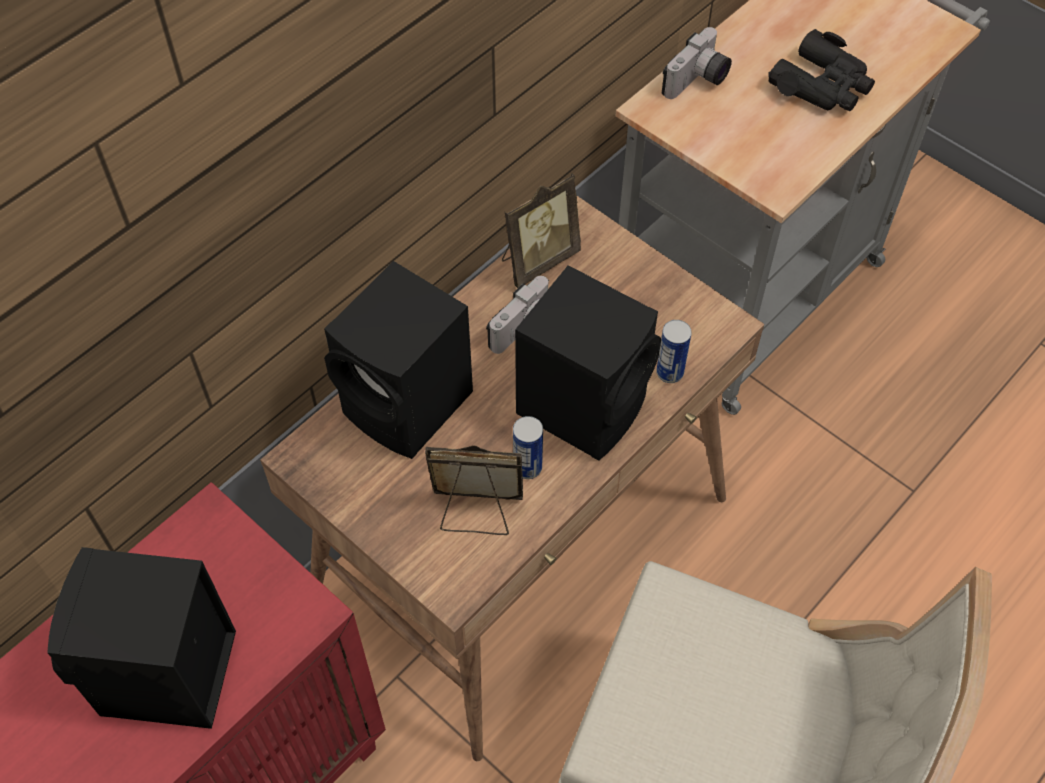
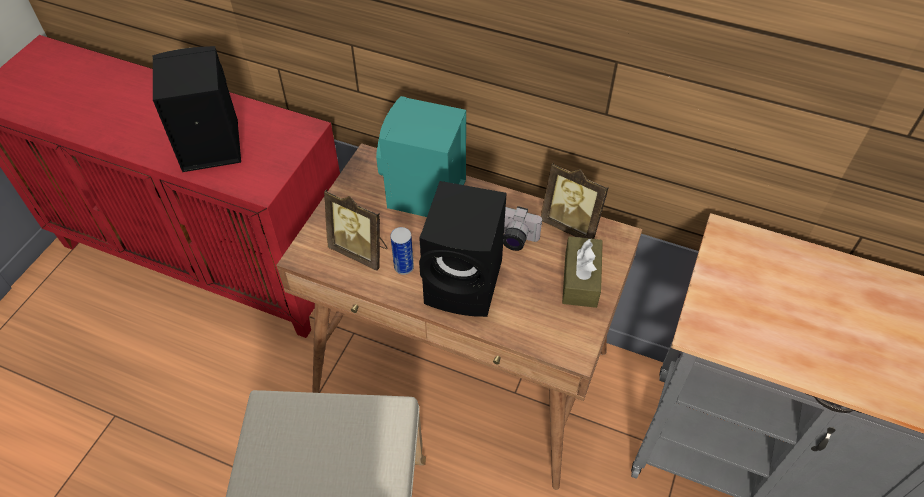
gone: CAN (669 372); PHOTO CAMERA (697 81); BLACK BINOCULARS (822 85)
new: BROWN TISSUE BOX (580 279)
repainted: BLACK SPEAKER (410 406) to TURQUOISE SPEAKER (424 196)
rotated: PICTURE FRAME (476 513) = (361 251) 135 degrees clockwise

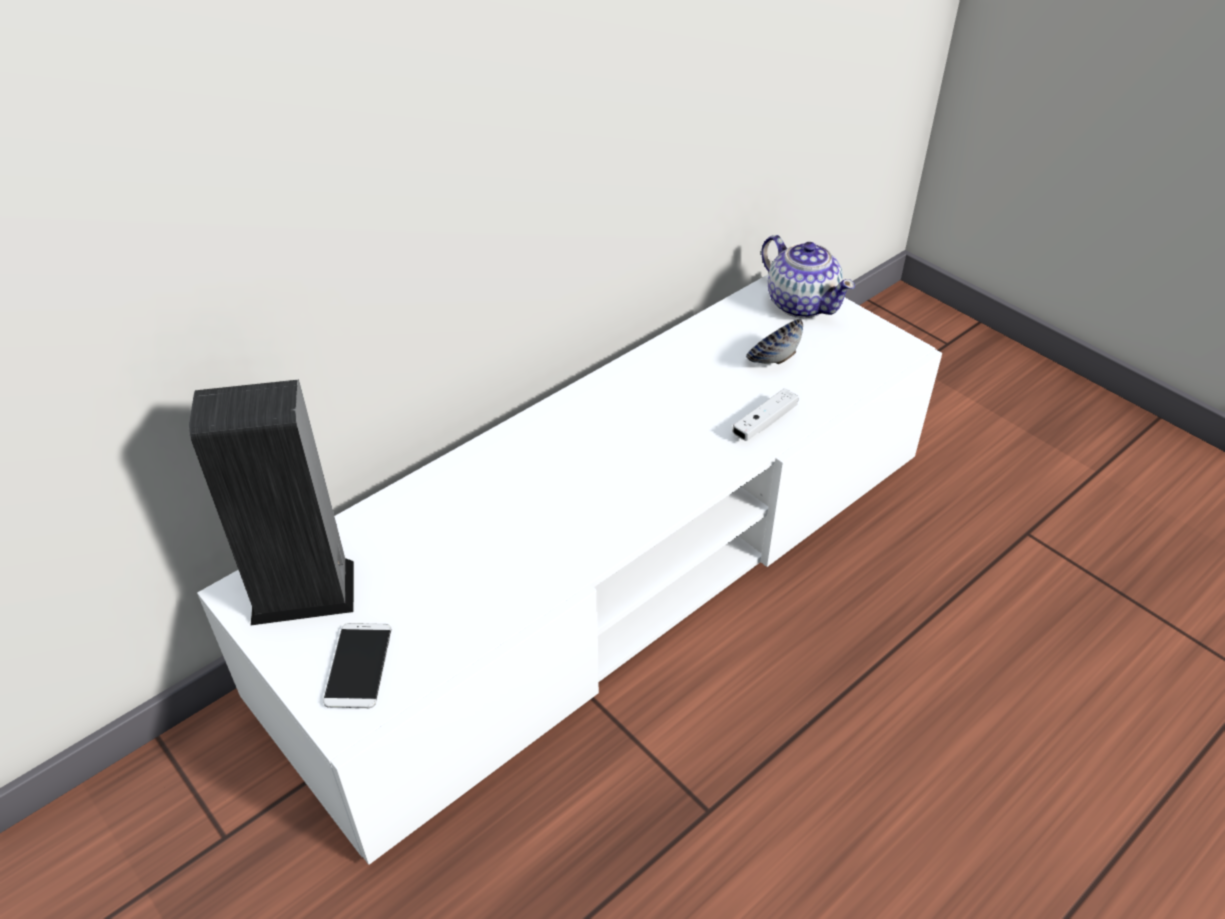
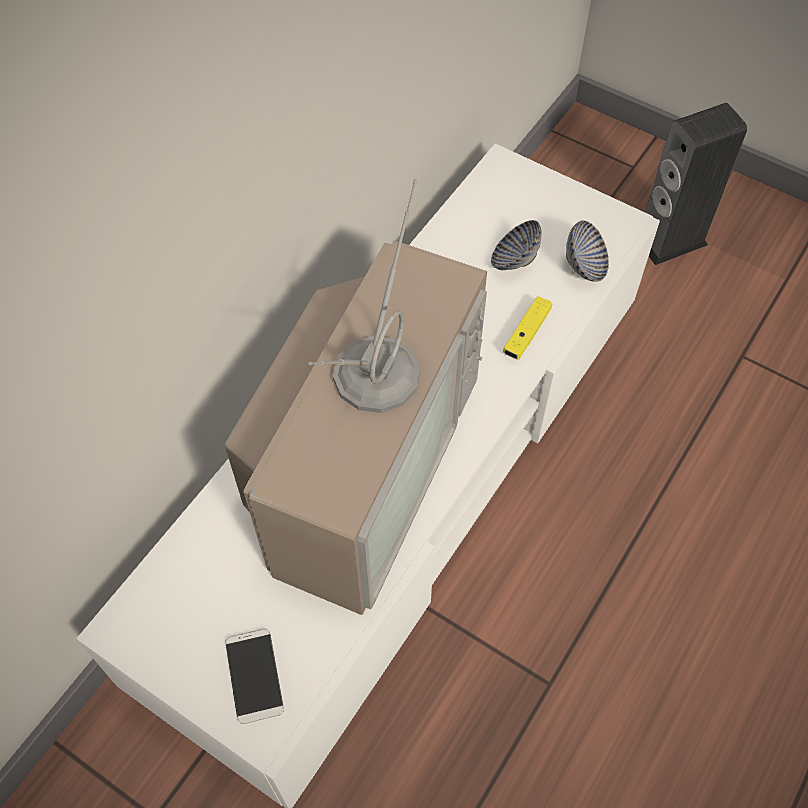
gone: TEAPOT (801 303)
new: TELEVISION (361 460); BOWL (584 266)
shifted: SPEAKER (303 592) to (670 240)
repainted: WHITE GAME CONTROLLER (764 423) to YELLOW GAME CONTROLLER (526 333)

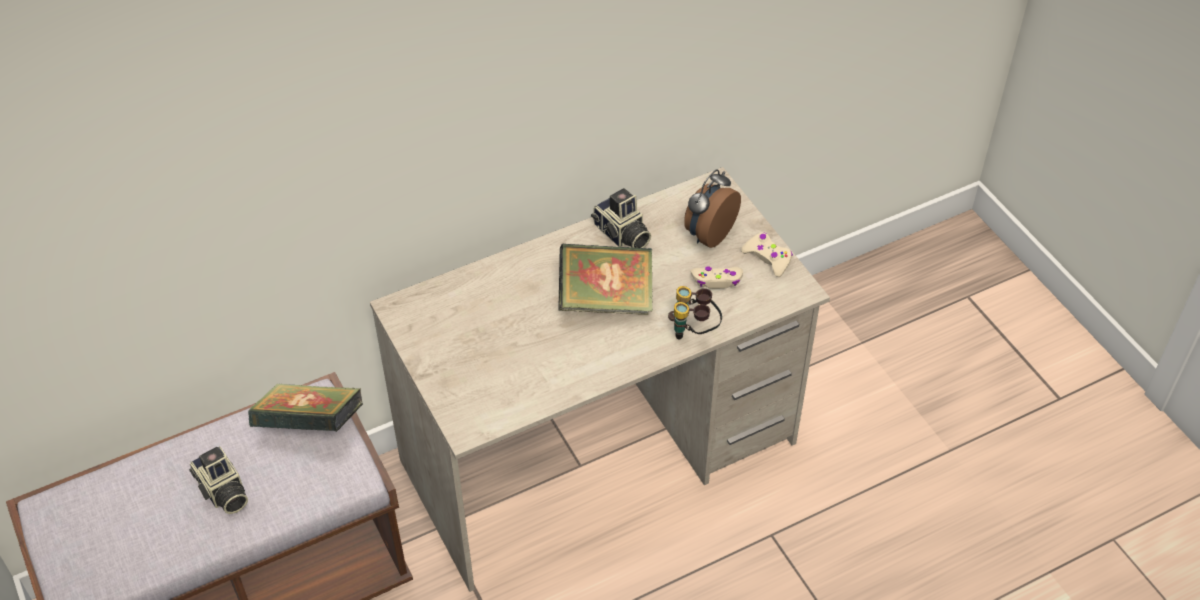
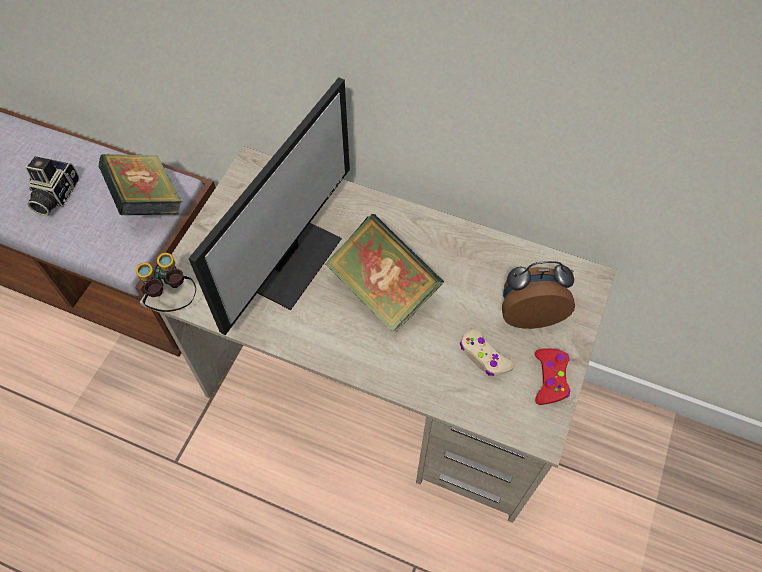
gone: PHOTO CAMERA (621 235)
new: MONITOR (291 259)
shifted: BINOCULARS (694 331) to (172 300)
repainted: BEIGE GAME CONTROLLER (767 258) to RED GAME CONTROLLER (550 379)

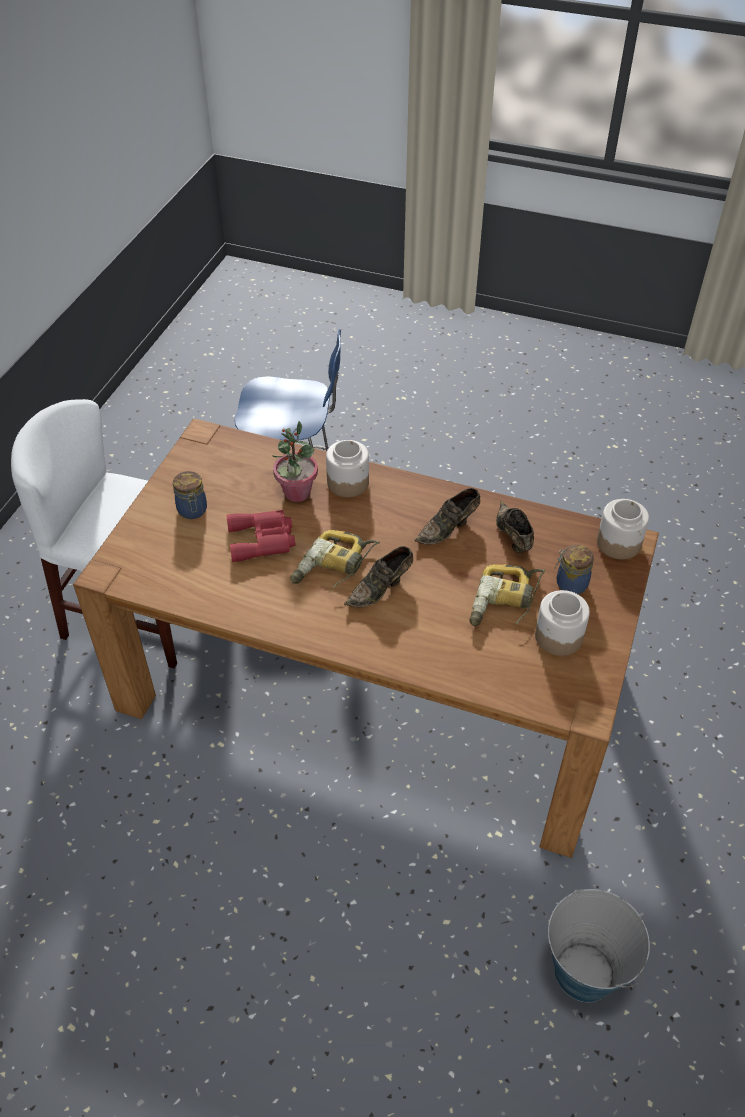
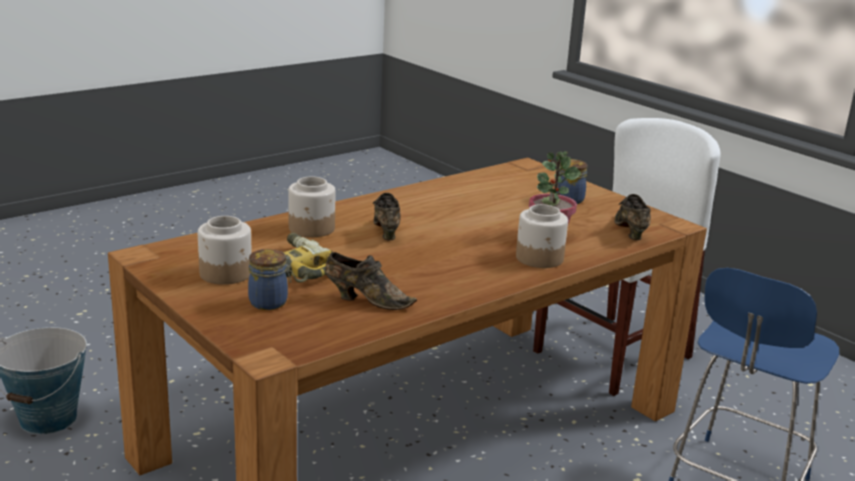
gone: RED BINOCULARS (263 540); POWER DRILL (334 567)
shifted: BROWN SHOE (449 529) to (630 231); JAR (618 543) to (312 229)

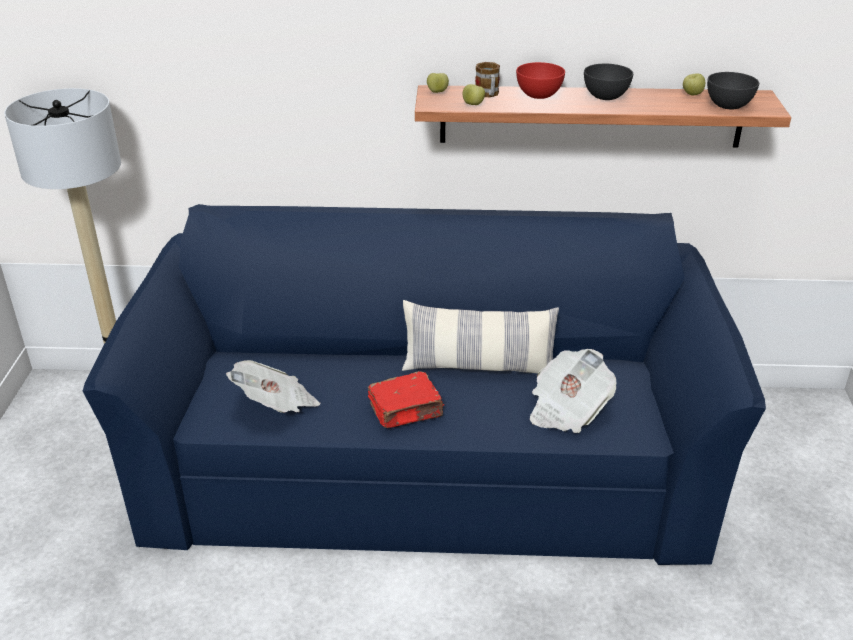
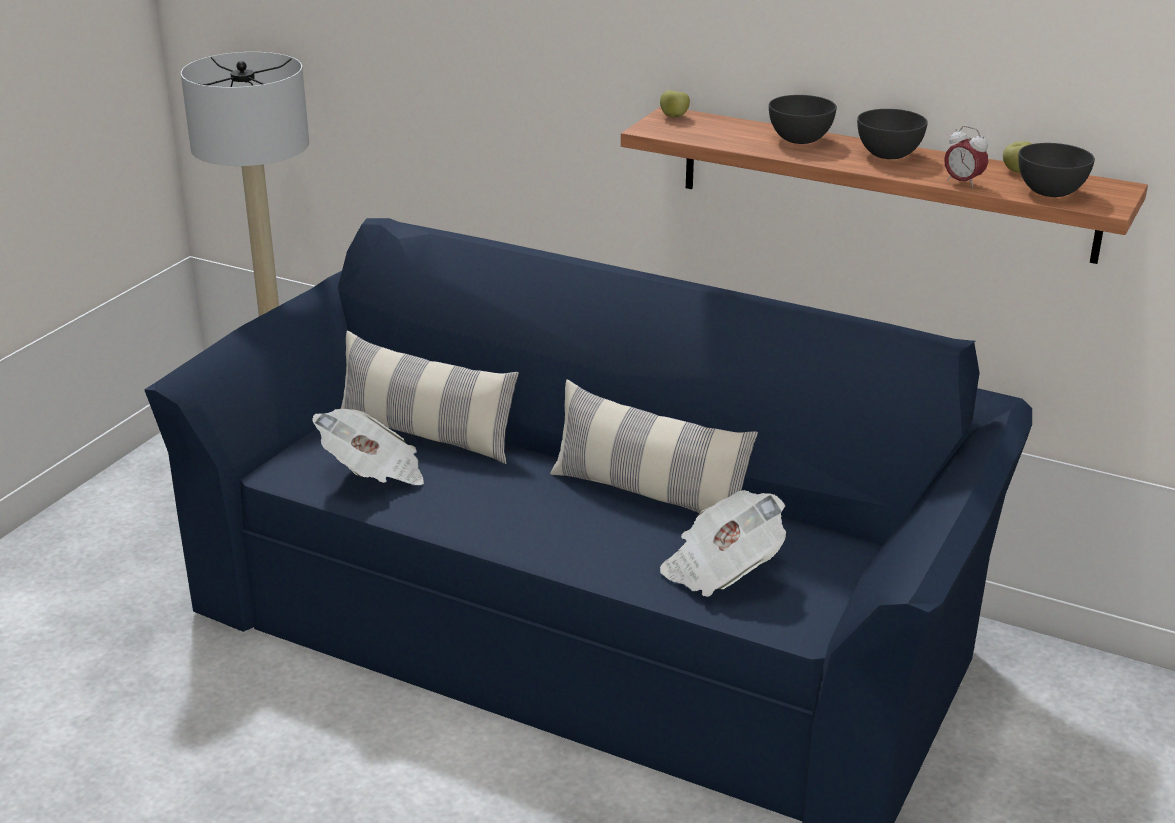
gone: RED BOOK (406 410); APPLE (473 104); MUG (488 94)
new: PILLOW (426 435); ALARM CLOCK (963 183)
repainted: RED BOWL (538 95) to GREY BOWL (799 140)

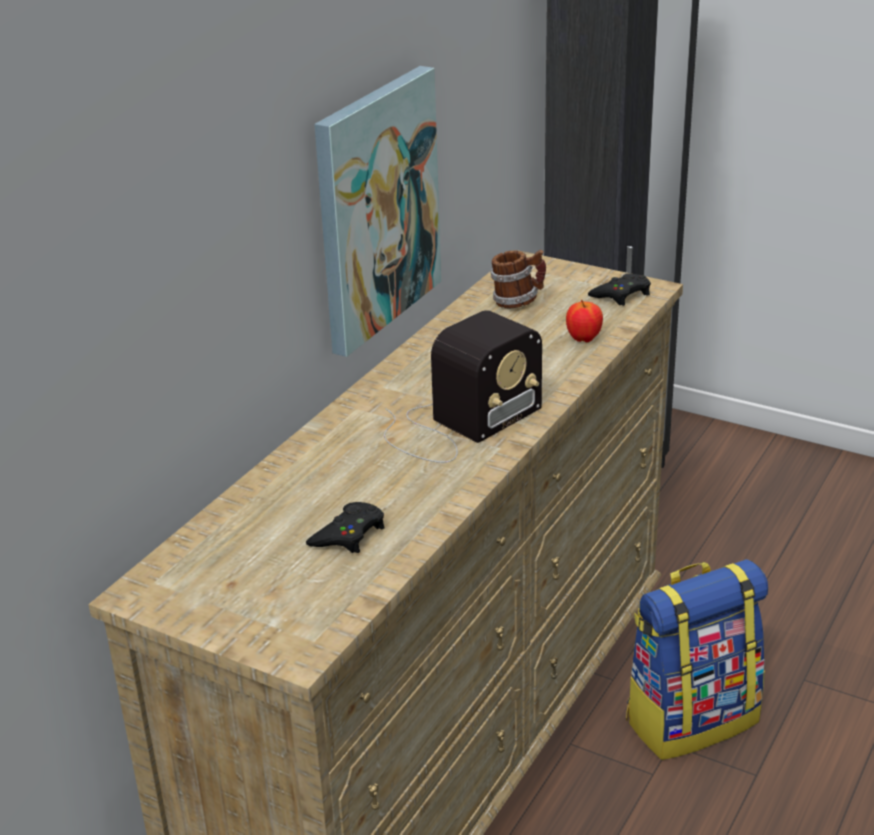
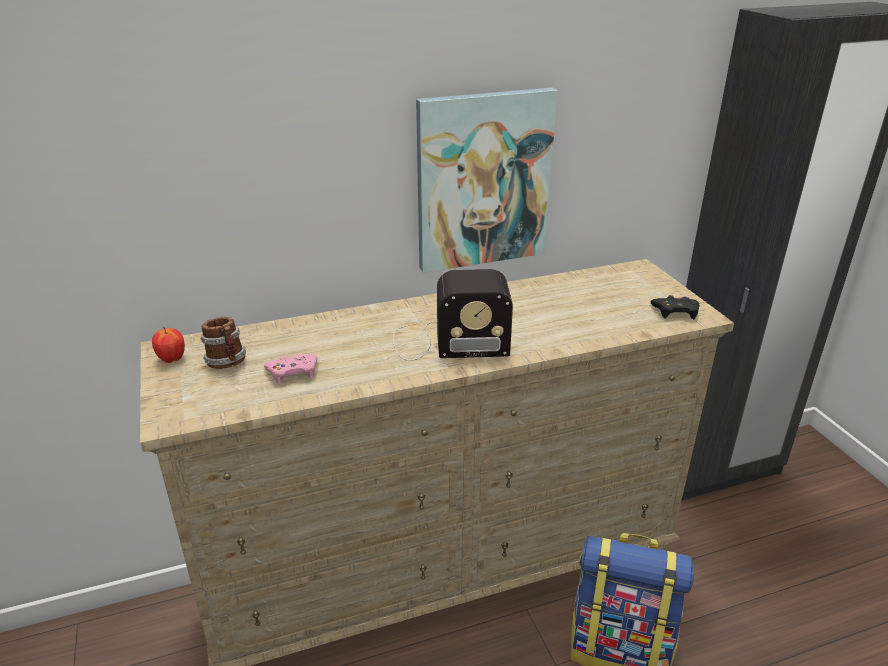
shifted: MUG (518 302) to (228 363); APPLE (583 339) to (172 359)
repainted: BLACK GAME CONTROLLER (349 534) to PINK GAME CONTROLLER (293 372)

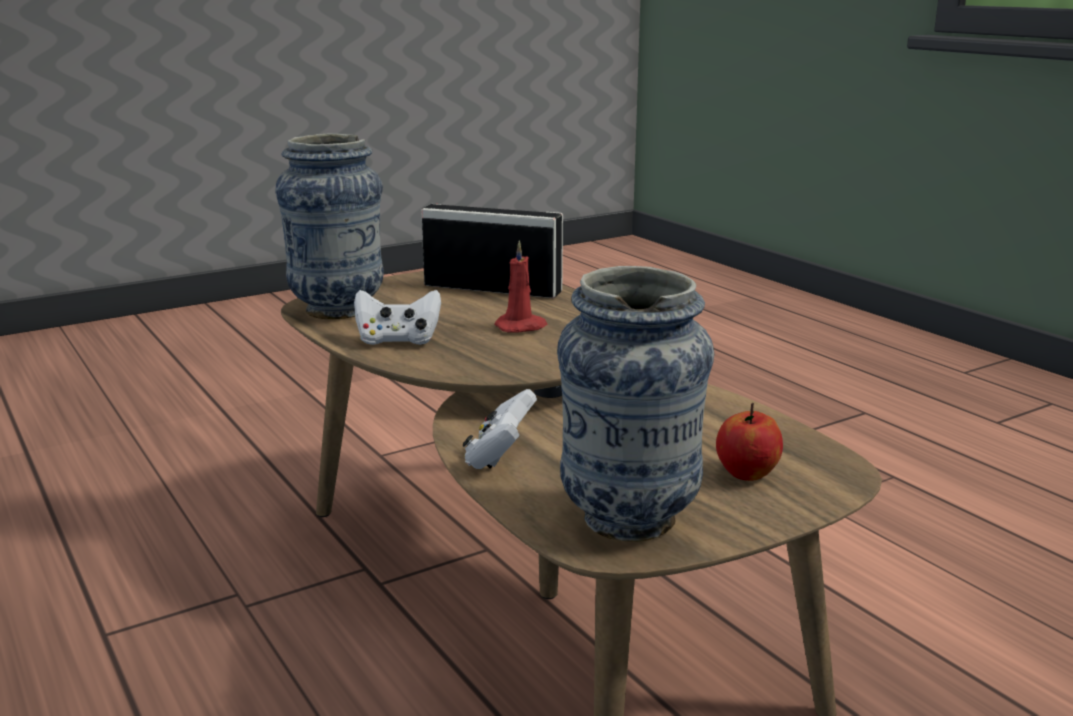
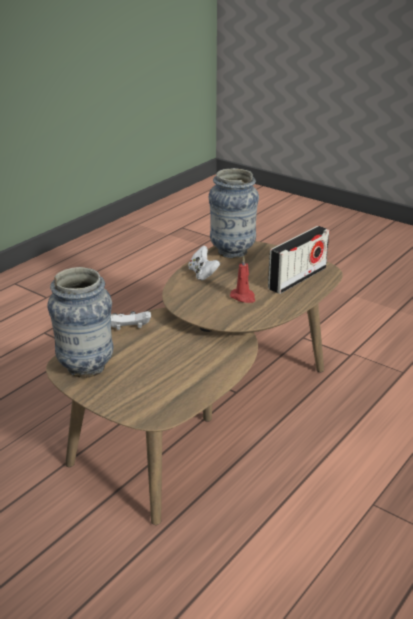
gone: APPLE (746 474)
rotated: RADIO (492 289) = (297 278) 45 degrees clockwise

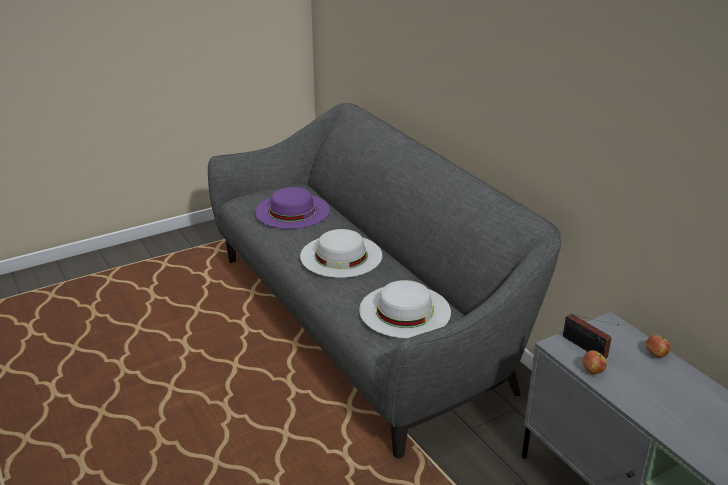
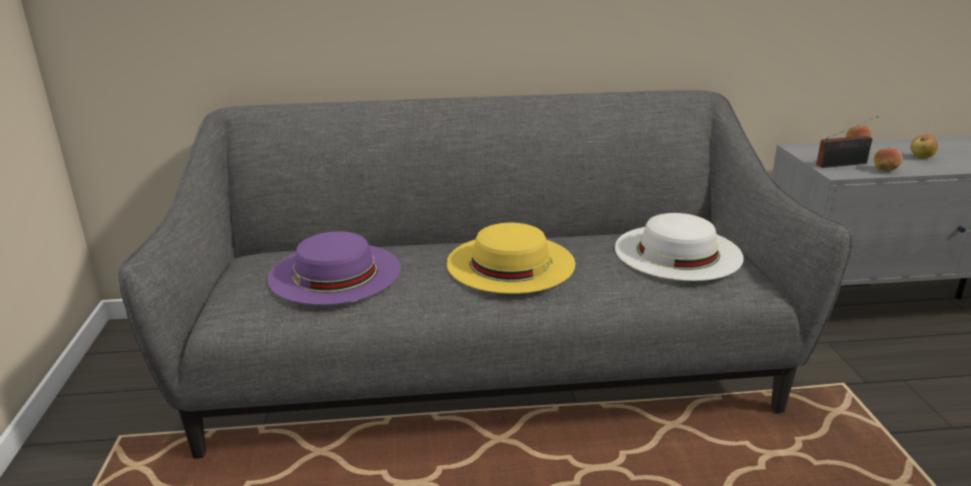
new: APPLE (921 157)
repainted: WHITE HAT (341 256) to YELLOW HAT (511 263)

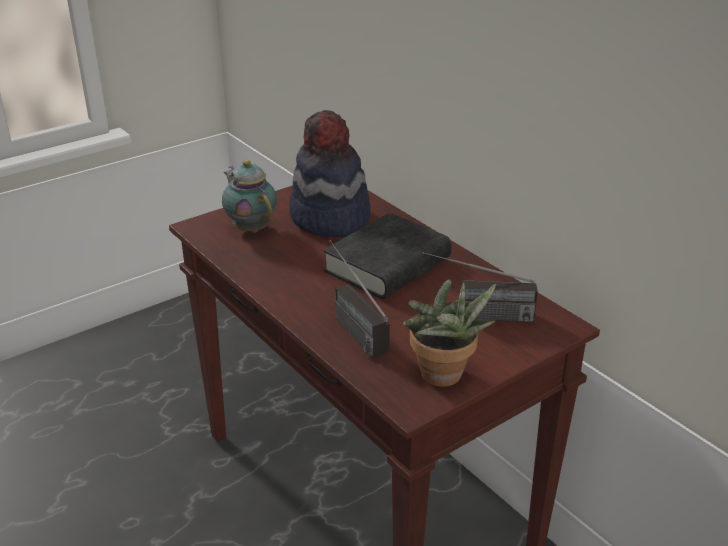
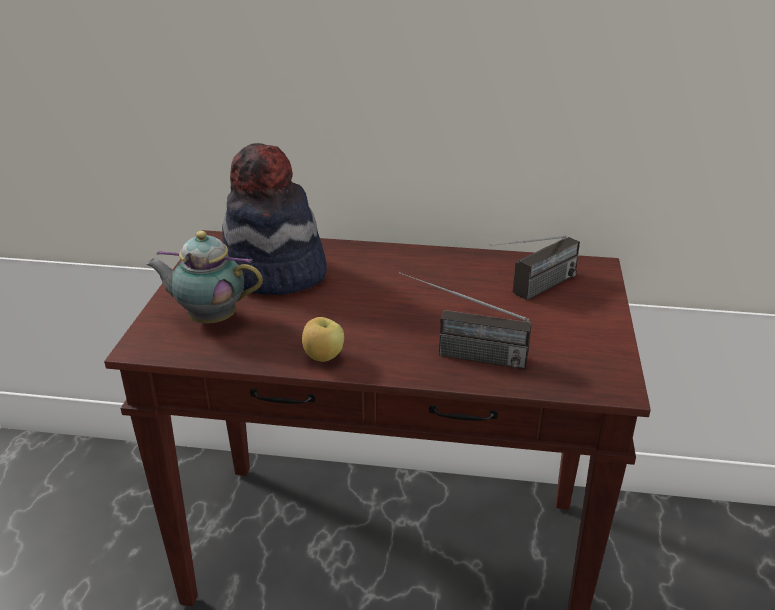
gone: BLACK BOOK (387 265); POTTED PLANT (443 378)
new: APPLE (323 357)

